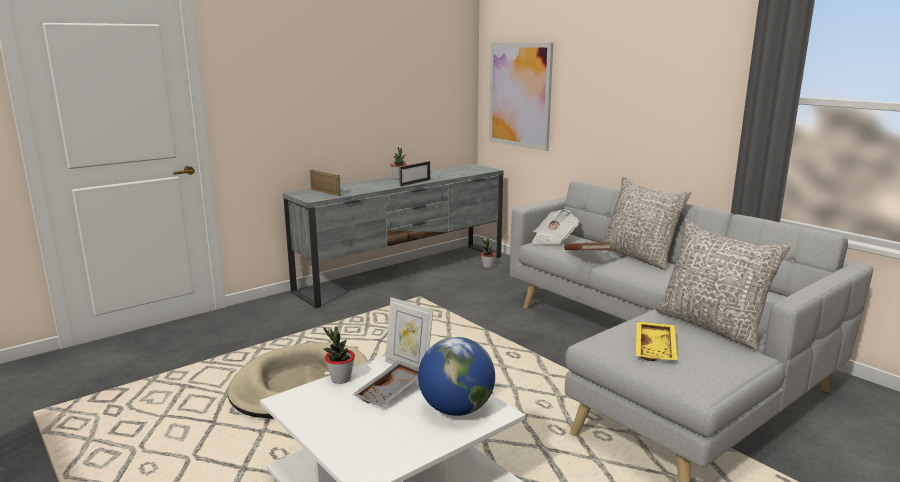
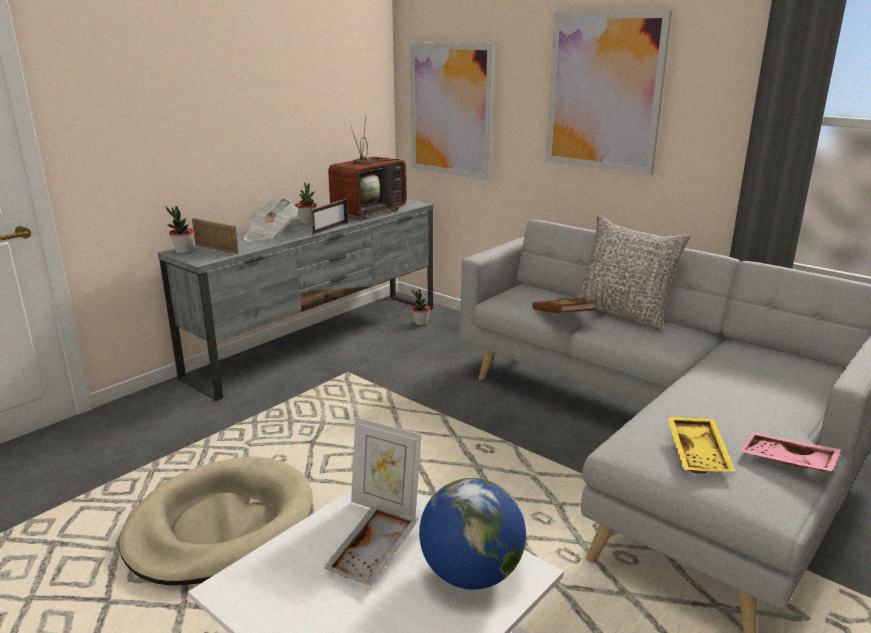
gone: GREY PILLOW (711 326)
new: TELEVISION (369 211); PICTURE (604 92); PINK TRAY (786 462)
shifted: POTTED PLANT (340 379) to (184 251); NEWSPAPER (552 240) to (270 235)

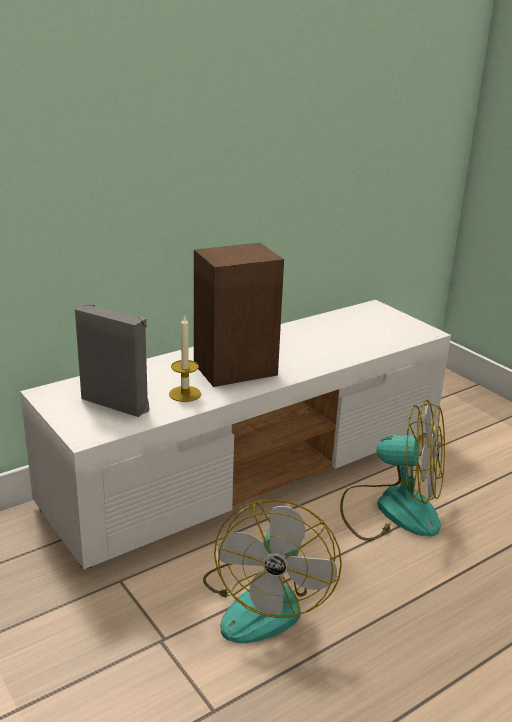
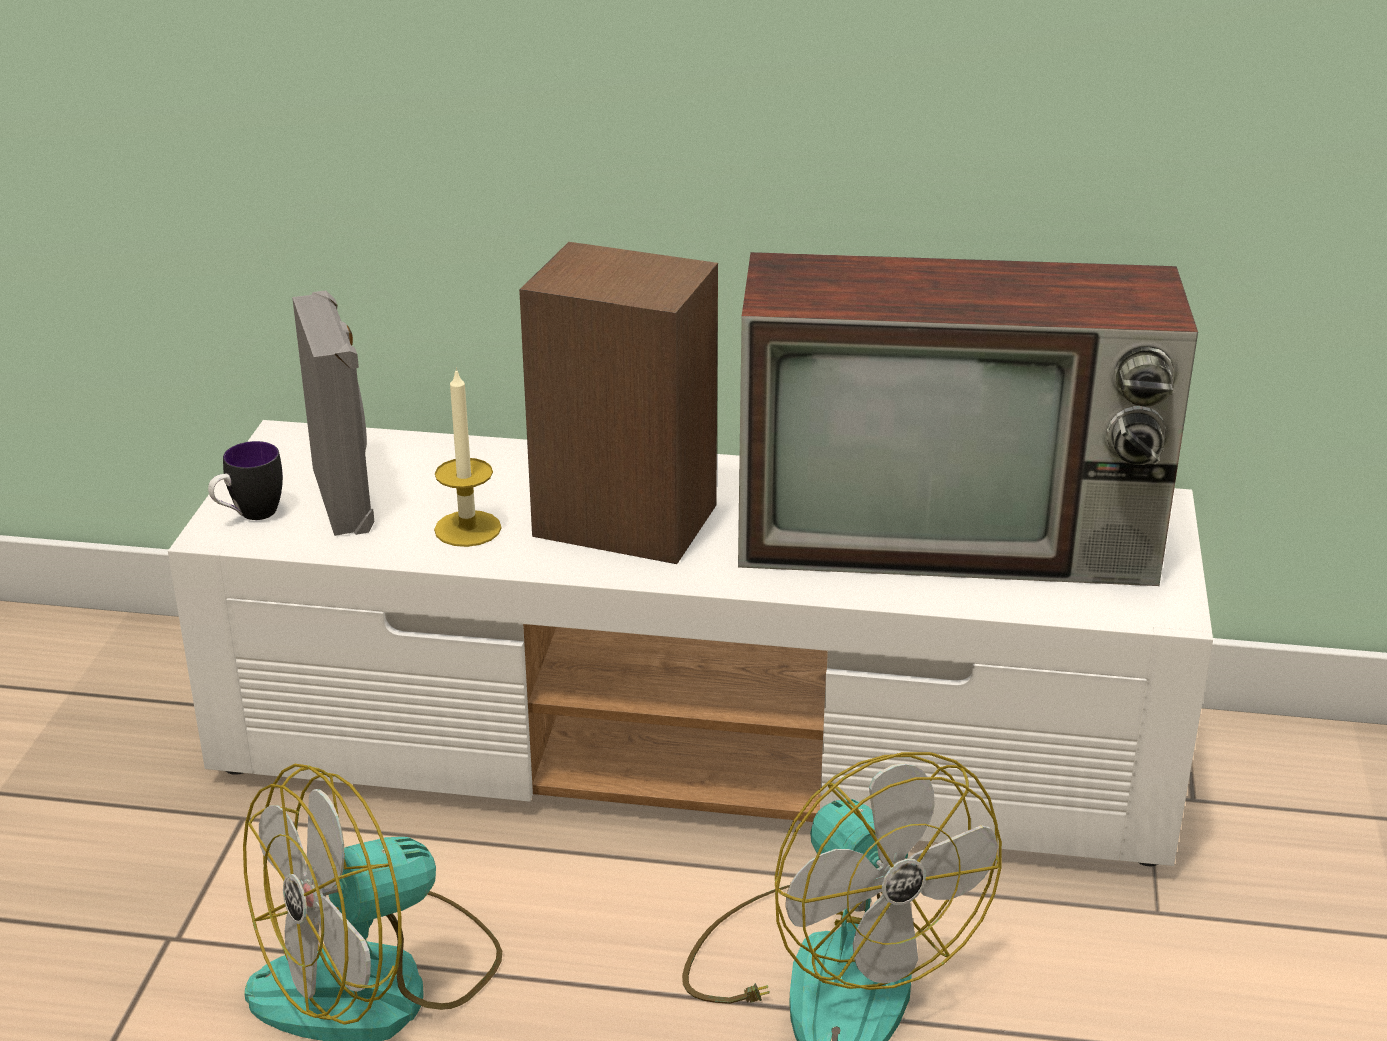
new: MUG (249 515); TELEVISION (953 536)

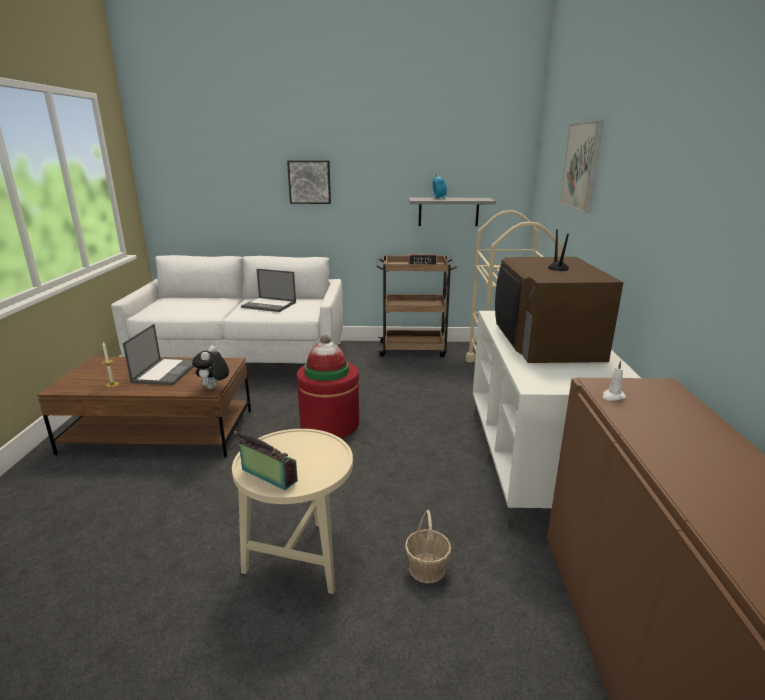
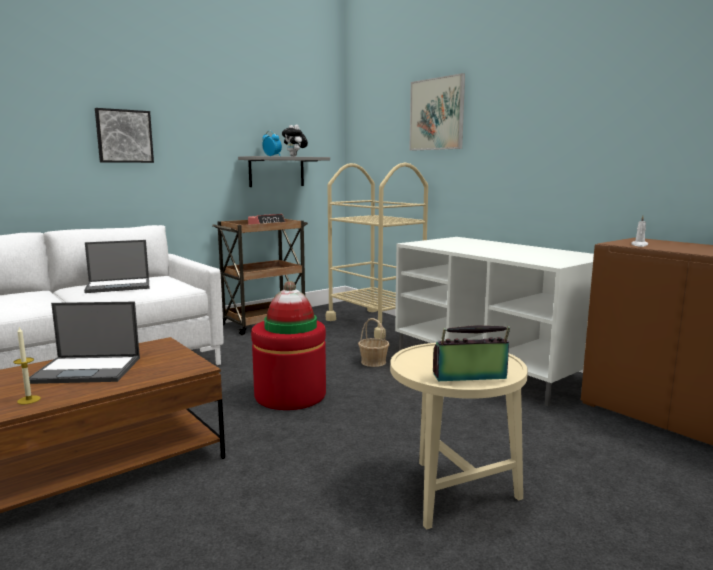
gone: TELEVISION (546 341)
shifted: PLUSH TOY (213 388) to (295 156); BASKET (427 568) to (373 362)
rotated: LAPTOP (166 371) = (88 370) 120 degrees clockwise

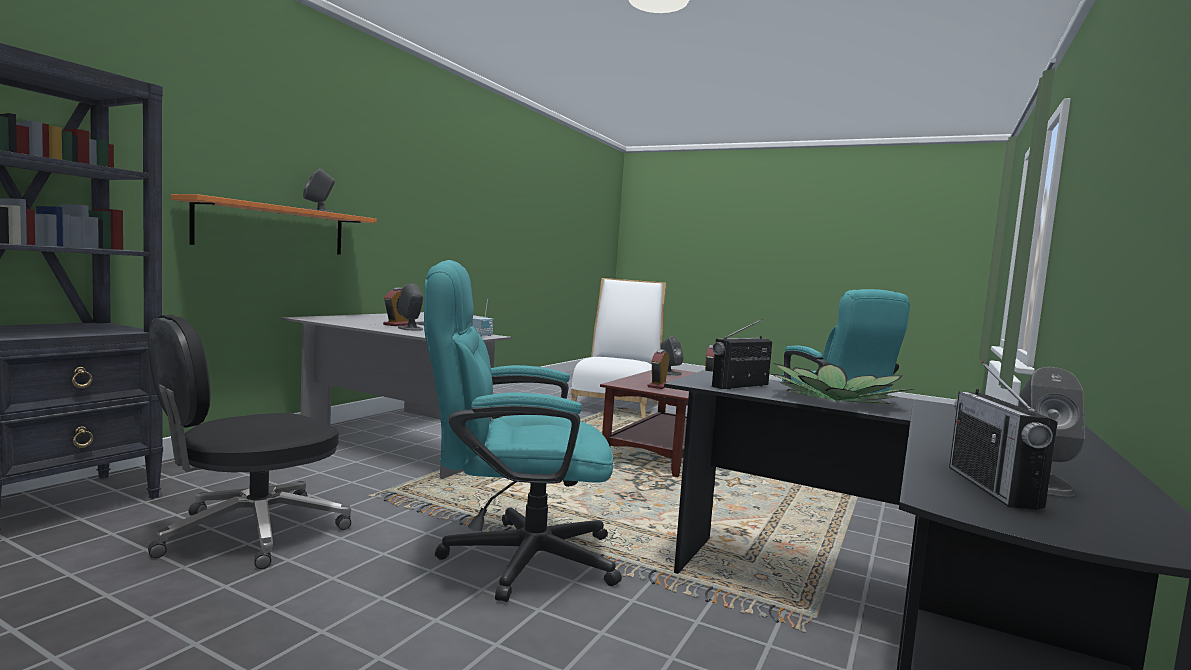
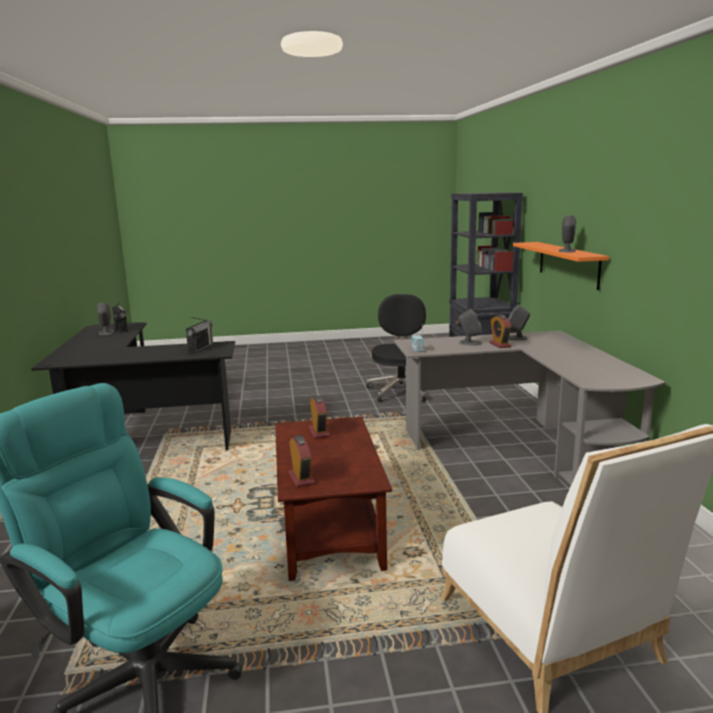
gone: TURQUOISE OFFICE CHAIR (512 558); POTTED PLANT (836 400)
shifted: GREY SPEAKER (669 373) to (516 338)

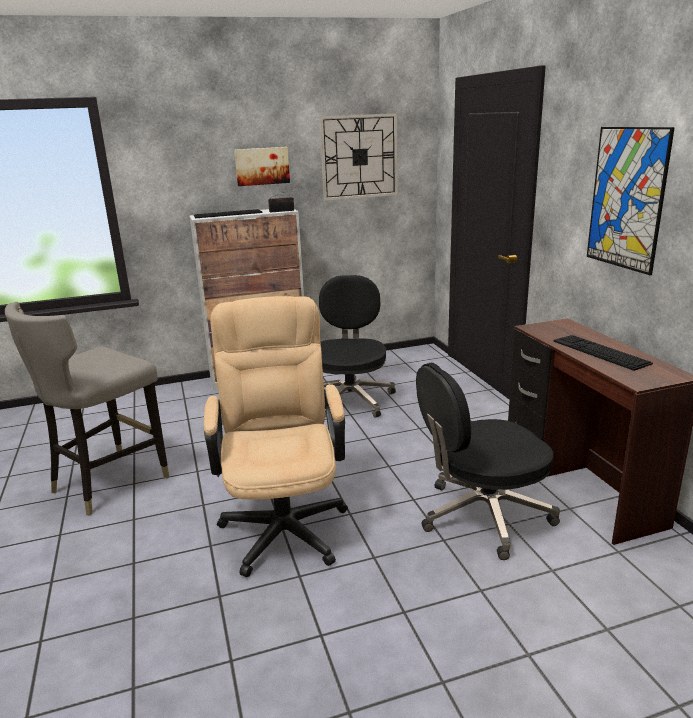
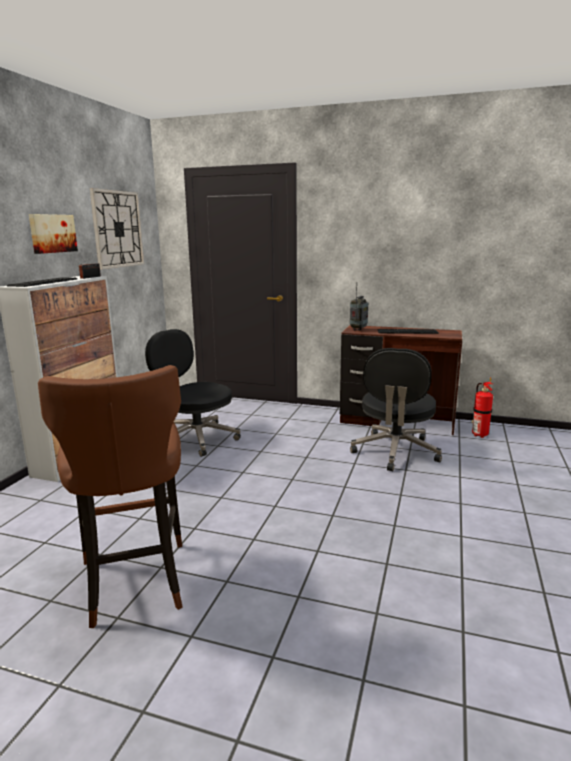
gone: BEIGE OFFICE CHAIR (284 521); PICTURE (626 198)
new: RADIO (358 329); FIRE EXTINGUISHER (478 435)
repainted: GREY STOOL (108 483) to BROWN STOOL (135 583)

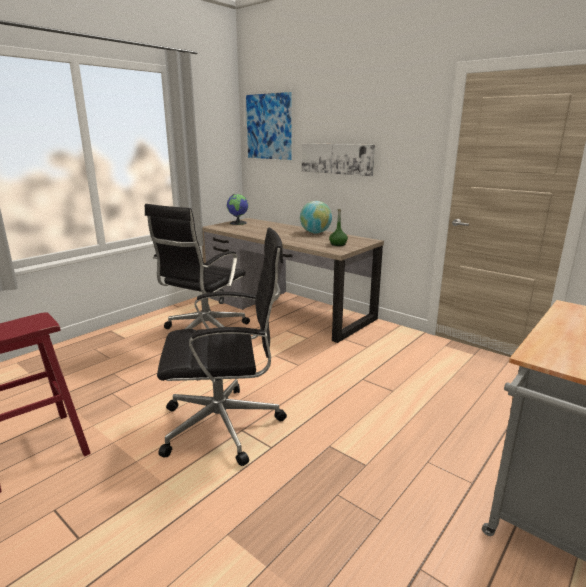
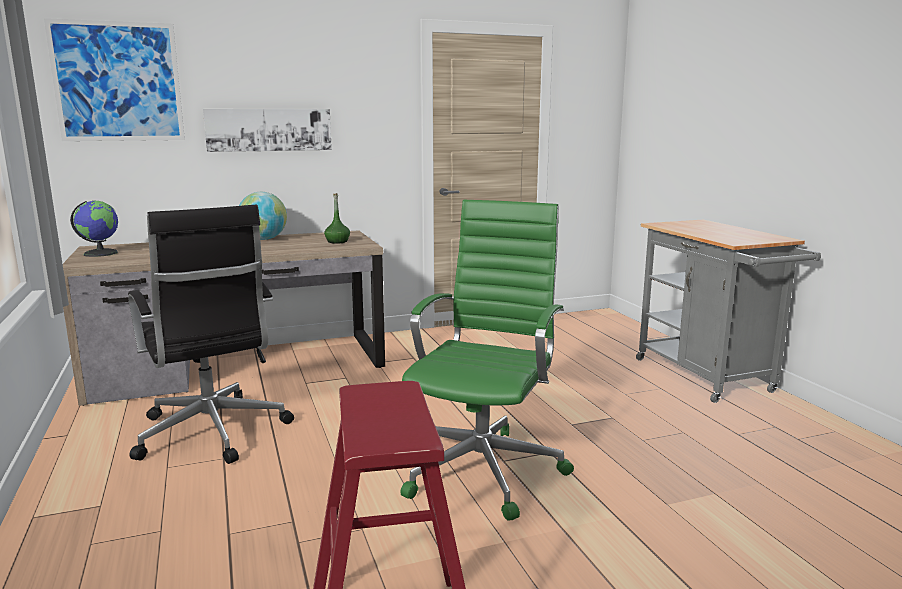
repainted: BLACK OFFICE CHAIR (226 425) to GREEN OFFICE CHAIR (484 468)

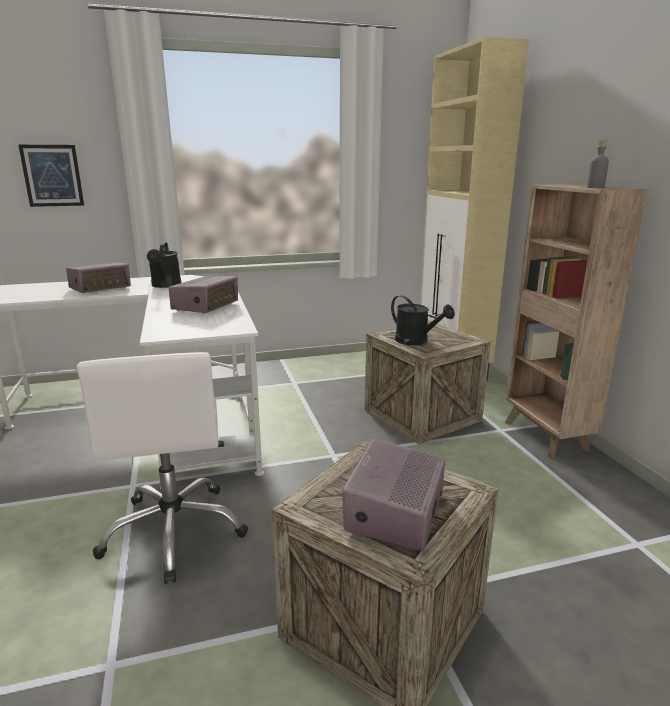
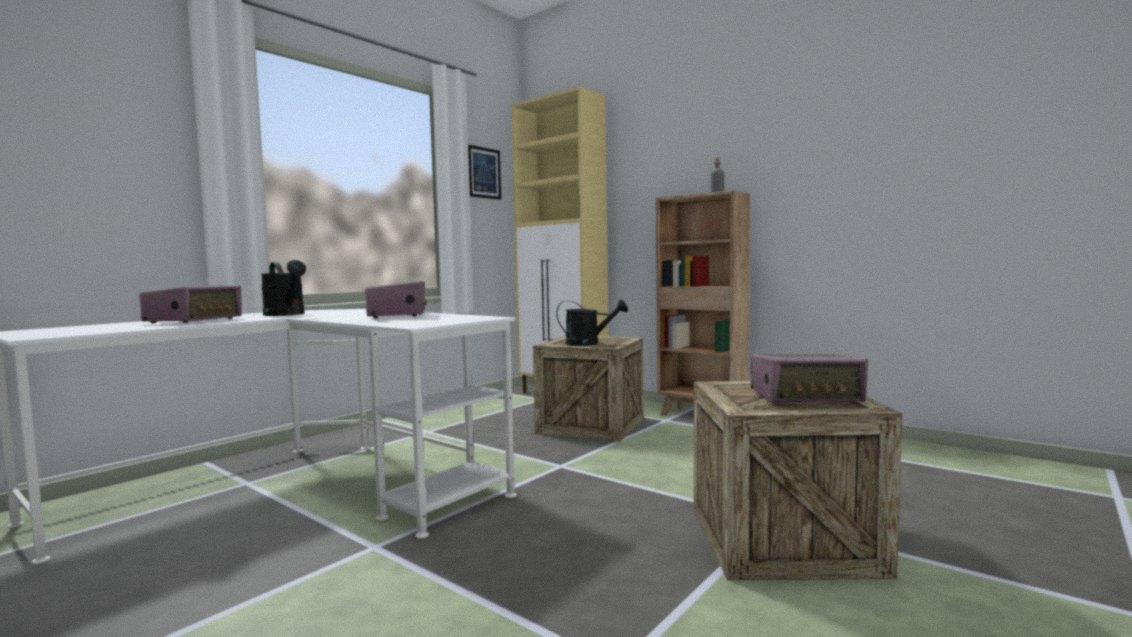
gone: WHITE OFFICE CHAIR (175 531)
shifted: PICTURE (52 175) to (484 173)
rotated: RADIO (394 512) = (806 398) 75 degrees counterclockwise

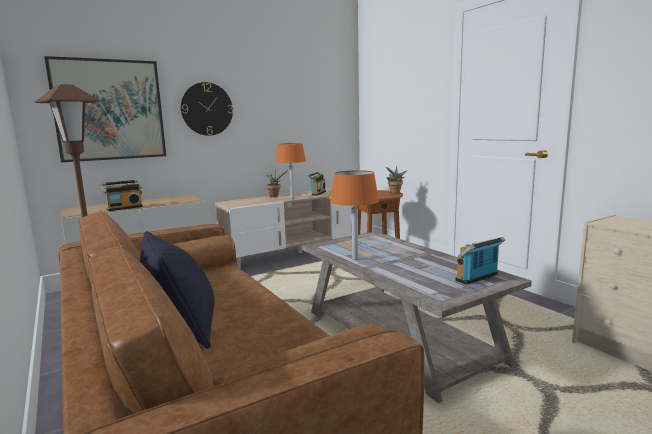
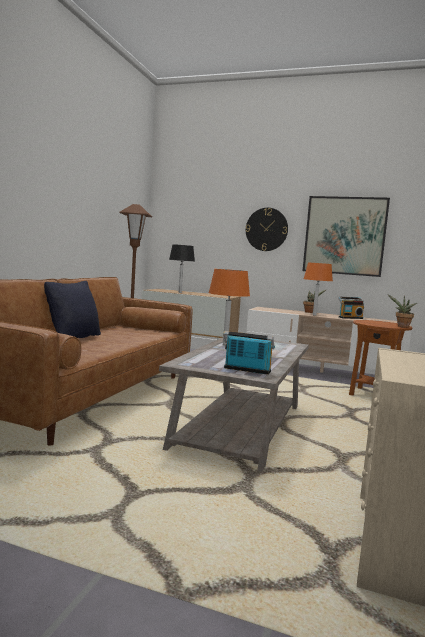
shifted: PICTURE (109 110) to (344 236)
swapped: RADIO (124 208) to BLACK TABLE LAMP (180 292)

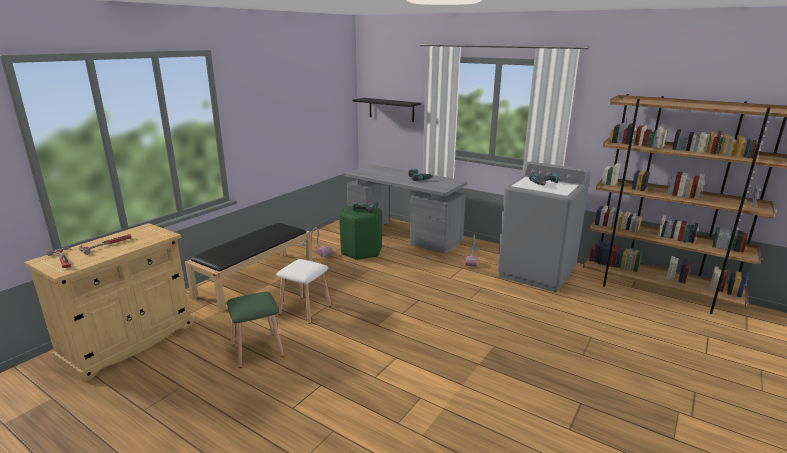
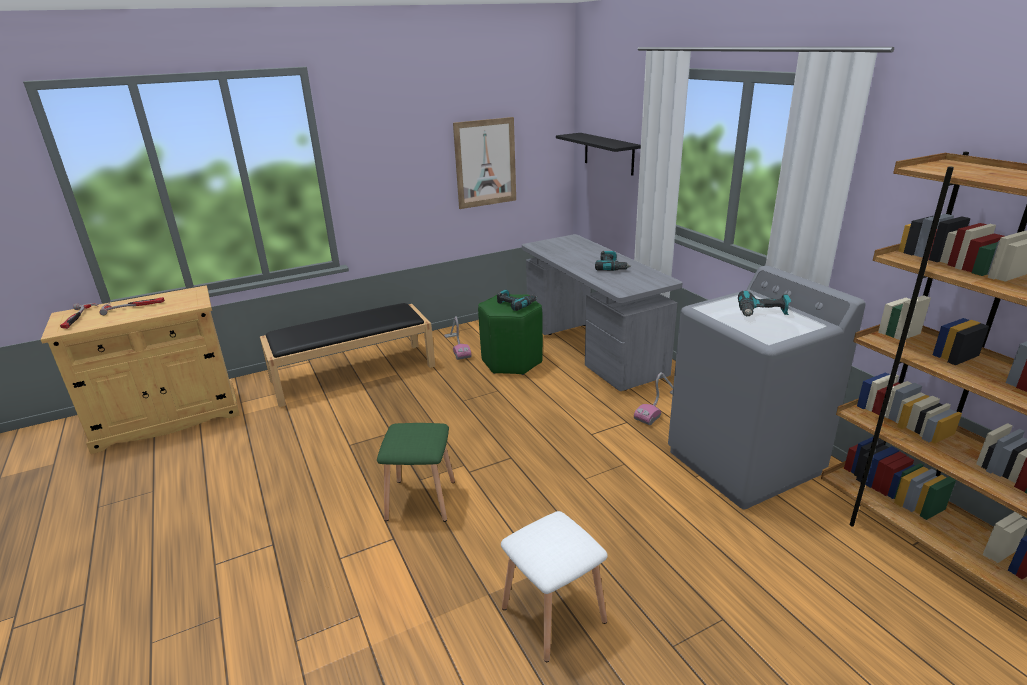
new: PICTURE (485 163)
shifted: GREEN STOOL (258 349) to (422 499); WHITE STOOL (304 310) to (552 614)

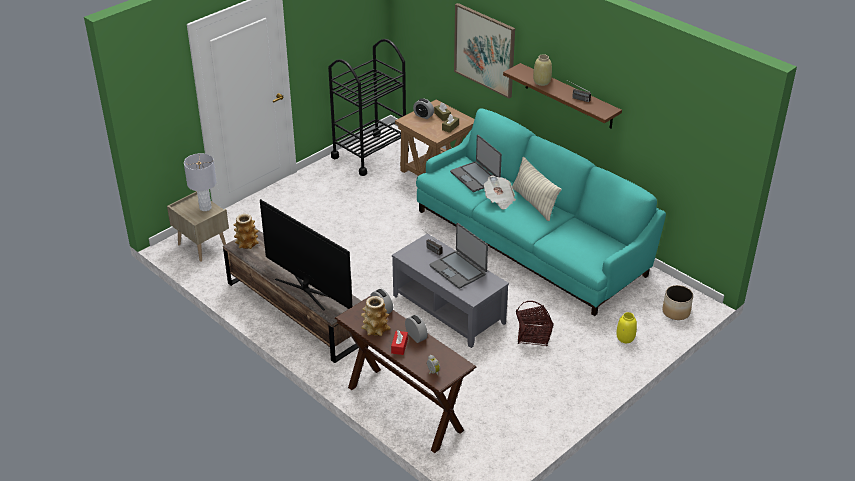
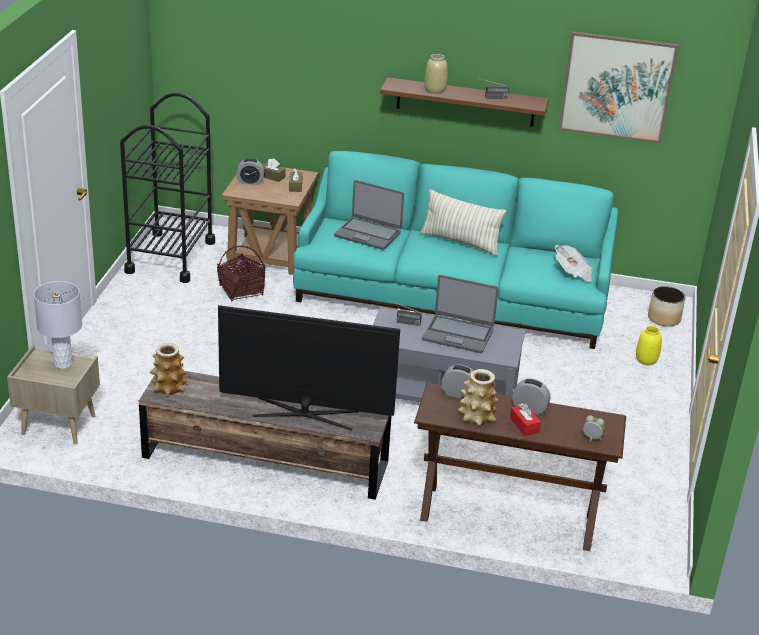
shifted: PICTURE (484 50) to (617 87); NEWSPAPER (499 199) to (573 273); BASKET (533 336) to (241 291)

